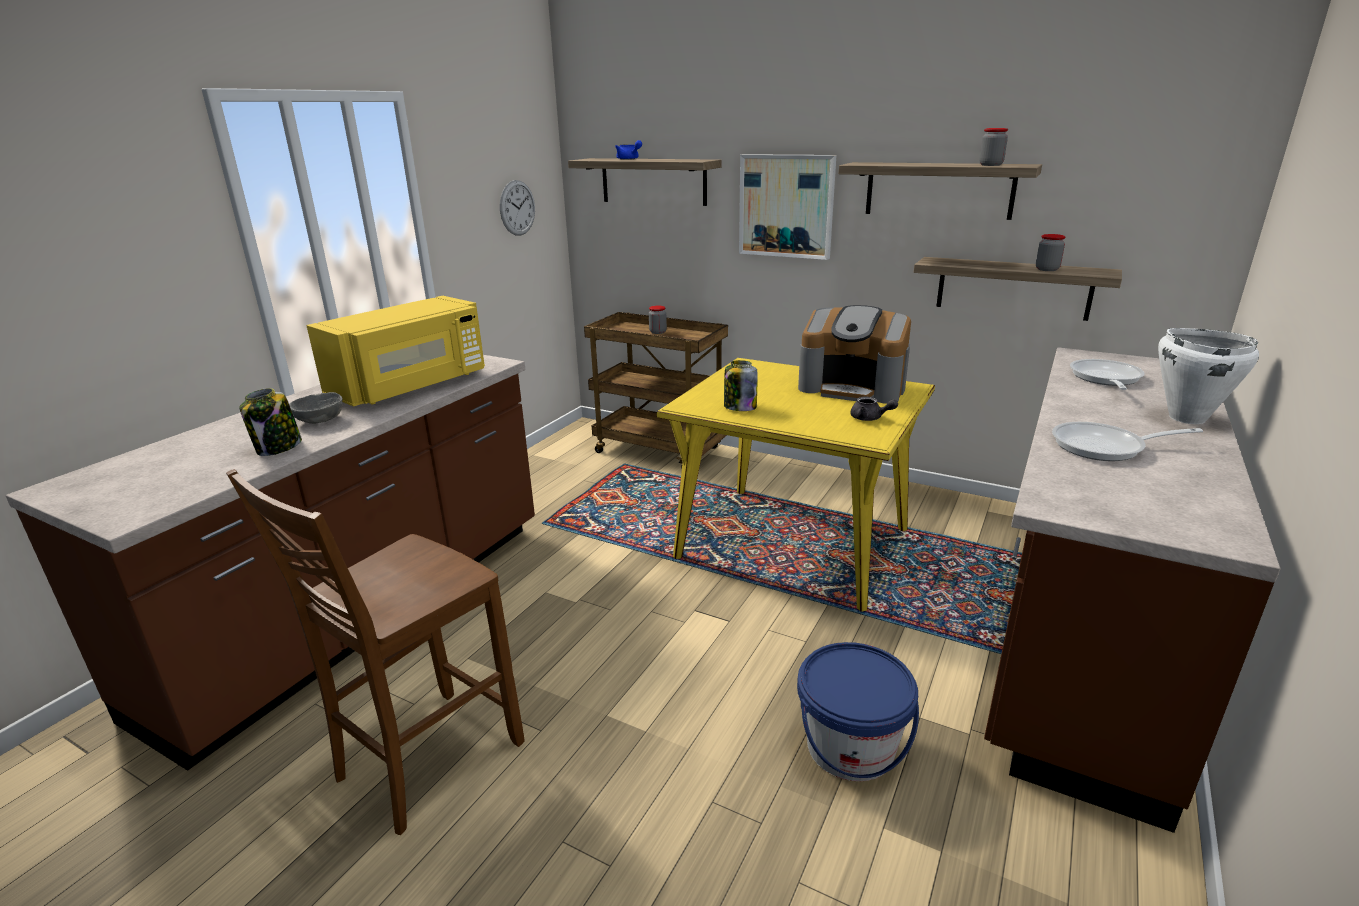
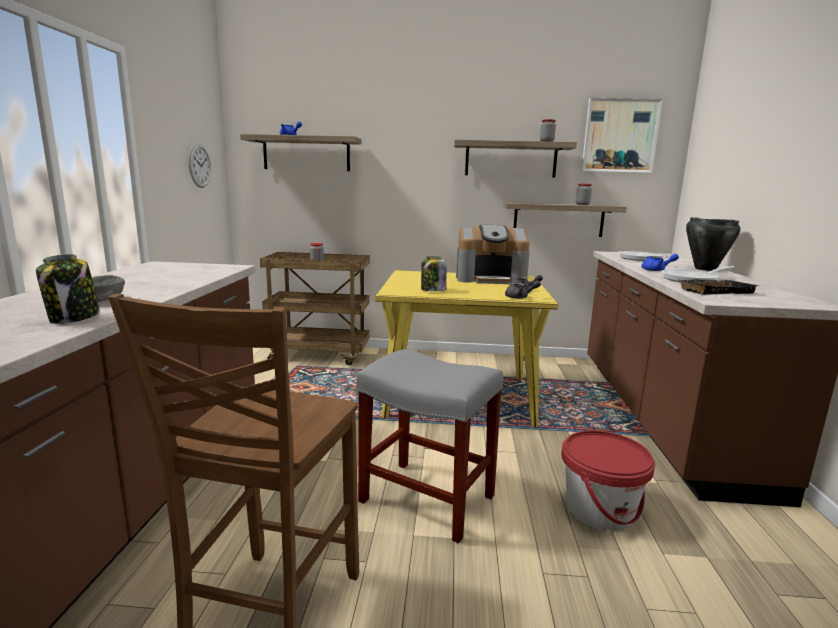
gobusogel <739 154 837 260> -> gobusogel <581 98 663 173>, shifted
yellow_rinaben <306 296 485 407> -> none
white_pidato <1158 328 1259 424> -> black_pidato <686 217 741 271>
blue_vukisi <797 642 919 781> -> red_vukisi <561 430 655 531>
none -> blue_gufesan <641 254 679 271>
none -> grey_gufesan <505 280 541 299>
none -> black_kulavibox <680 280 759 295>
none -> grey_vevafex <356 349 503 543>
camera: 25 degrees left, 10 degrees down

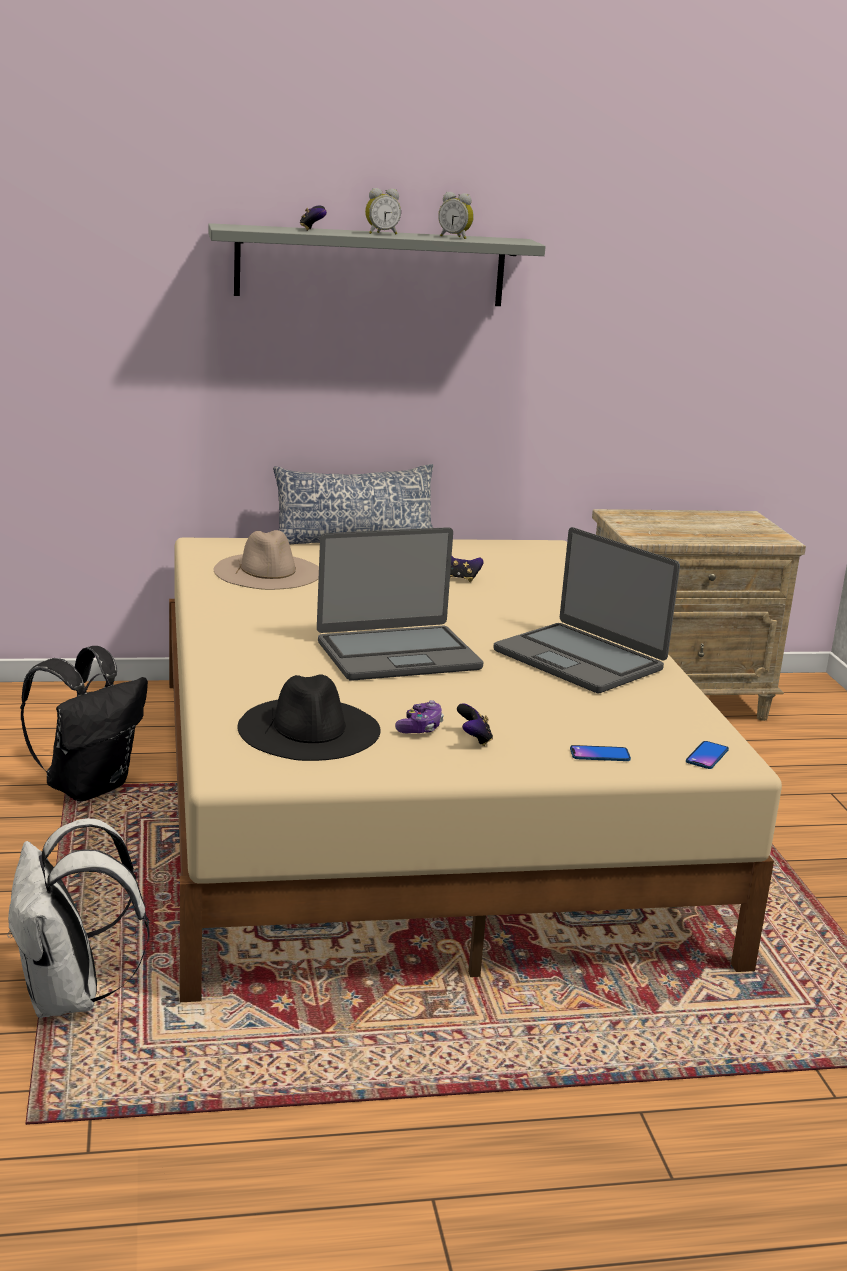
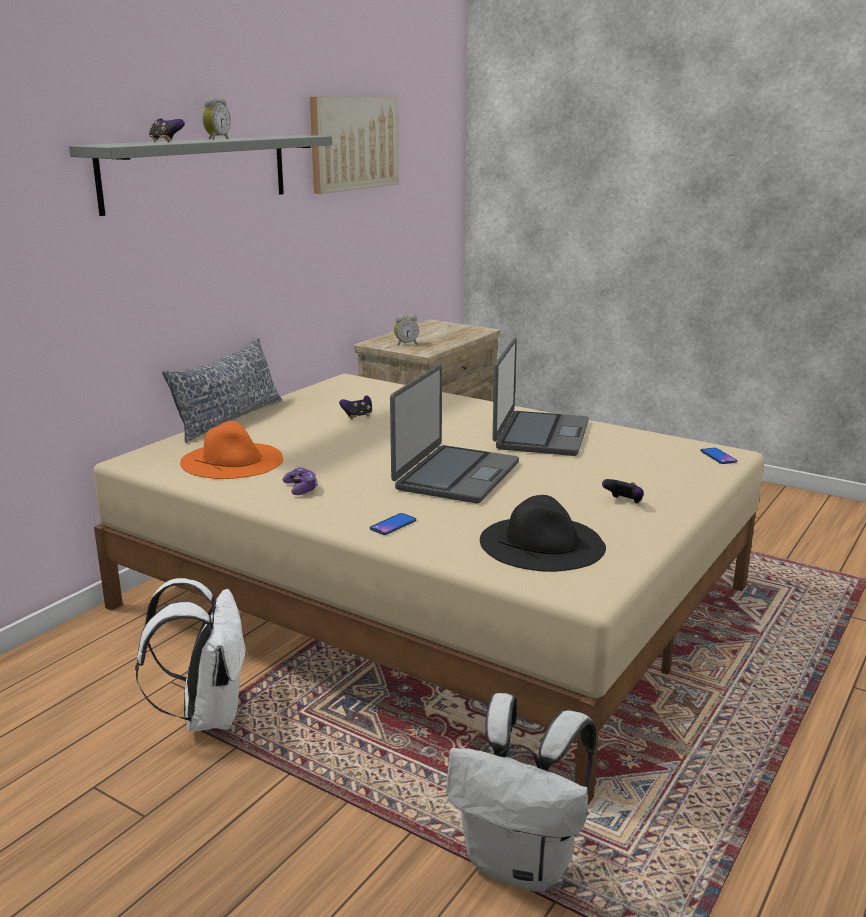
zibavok <438 192 474 239> -> zibavok <394 314 419 346>, shifted
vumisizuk <494 527 680 693> -> vumisizuk <492 337 589 456>, 75 degrees counterclockwise
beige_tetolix <214 530 319 590> -> orange_tetolix <180 421 283 479>
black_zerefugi <20 646 148 801> -> white_zerefugi <135 578 248 731>
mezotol <395 700 444 734> -> mezotol <283 466 318 495>, shifted
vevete <570 745 631 761> -> vevete <370 513 416 535>, shifted
none -> gobusogel <310 97 399 194>
camera: 45 degrees left, 0 degrees up

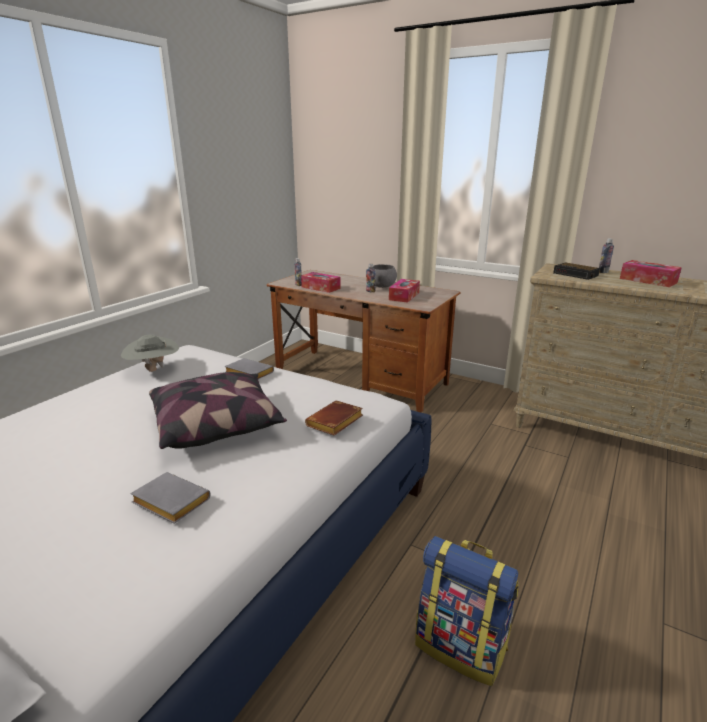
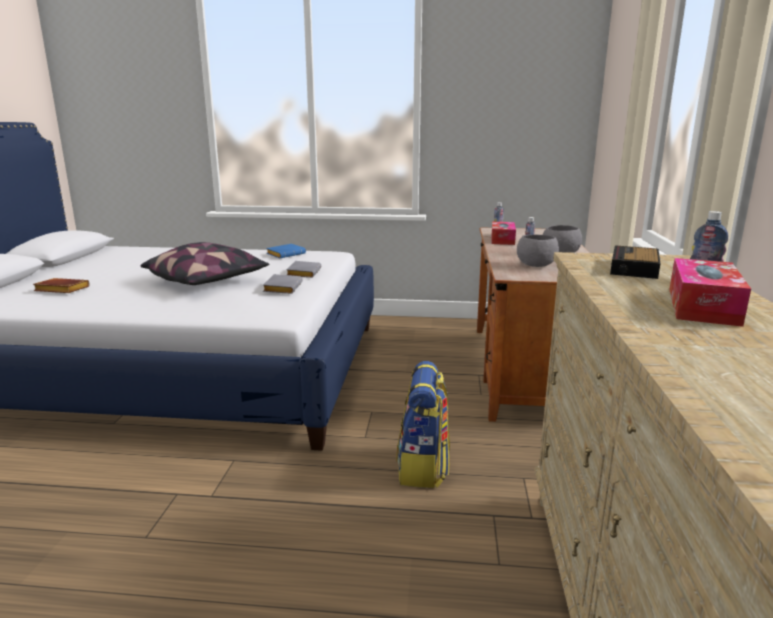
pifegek <389 279 420 303> -> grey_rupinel <517 234 559 267>
grey_tetolix <121 335 179 372> -> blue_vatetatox <266 244 306 258>
brown_vatetatox <305 400 363 435> -> brown_vatetatox <33 278 89 293>, shifted
grey_vatetatox <130 472 210 524> -> grey_vatetatox <263 274 302 294>, shifted
zerefugi <415 536 519 686> -> zerefugi <396 361 450 488>, shifted
camera: 65 degrees right, 5 degrees down

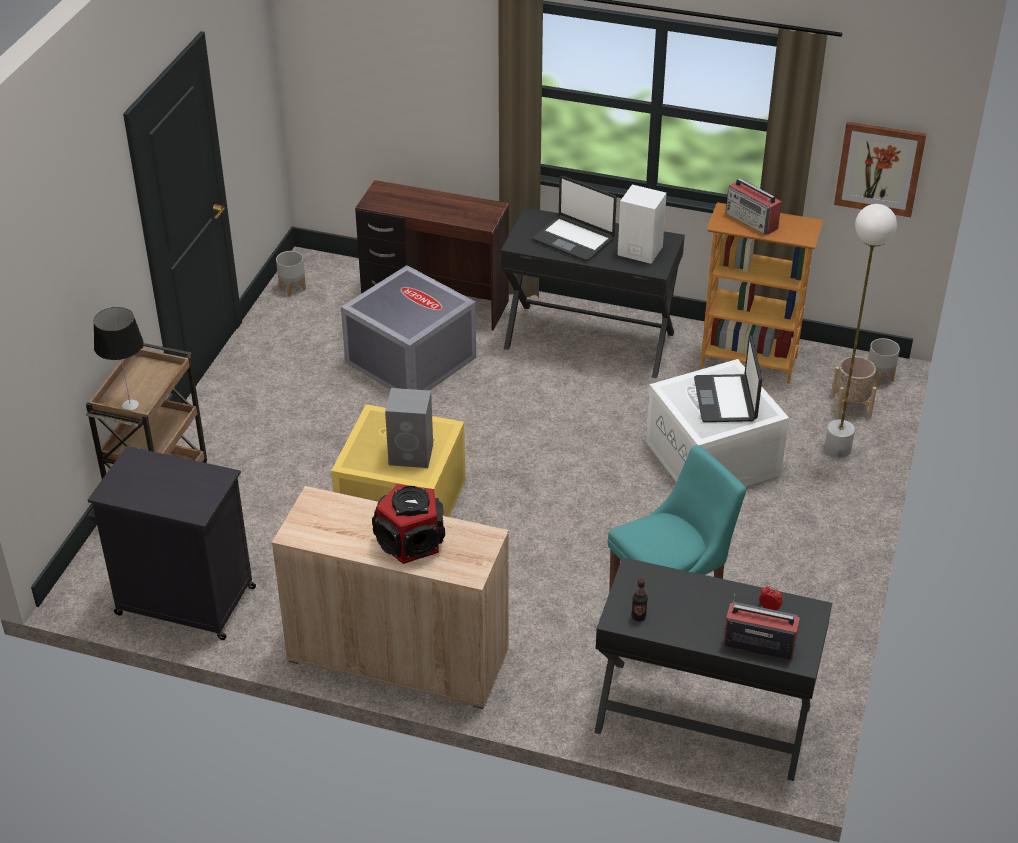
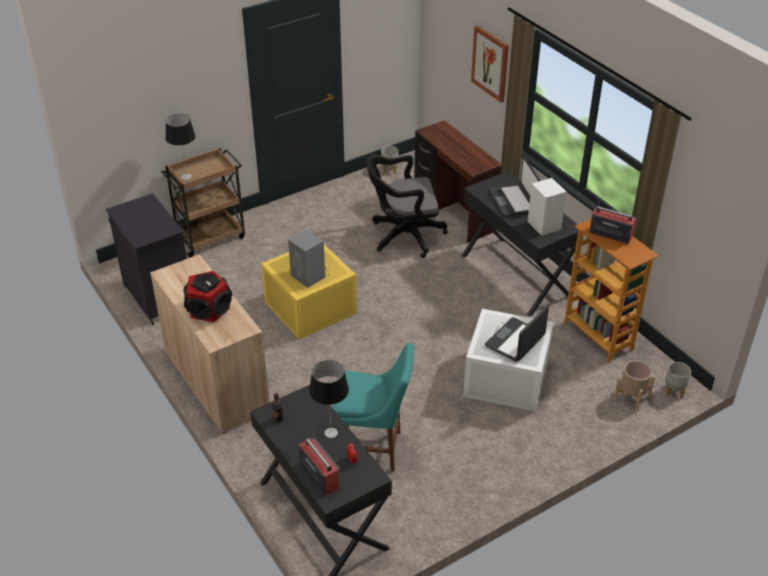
gobusogel <834 121 927 217> -> gobusogel <471 26 509 103>, shifted
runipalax <726 178 782 235> -> runipalax <589 202 636 244>, 120 degrees clockwise
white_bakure <824 204 897 458> -> none
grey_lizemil <341 265 476 391> -> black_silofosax <366 154 448 258>
none -> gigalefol <309 360 349 438>
camera: 40 degrees right, 0 degrees up

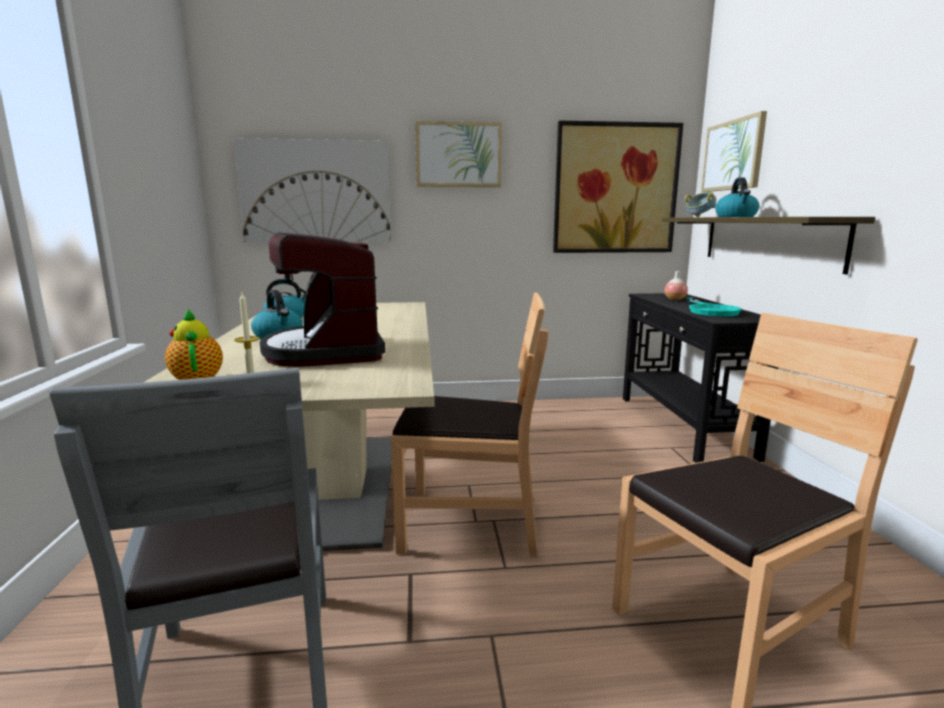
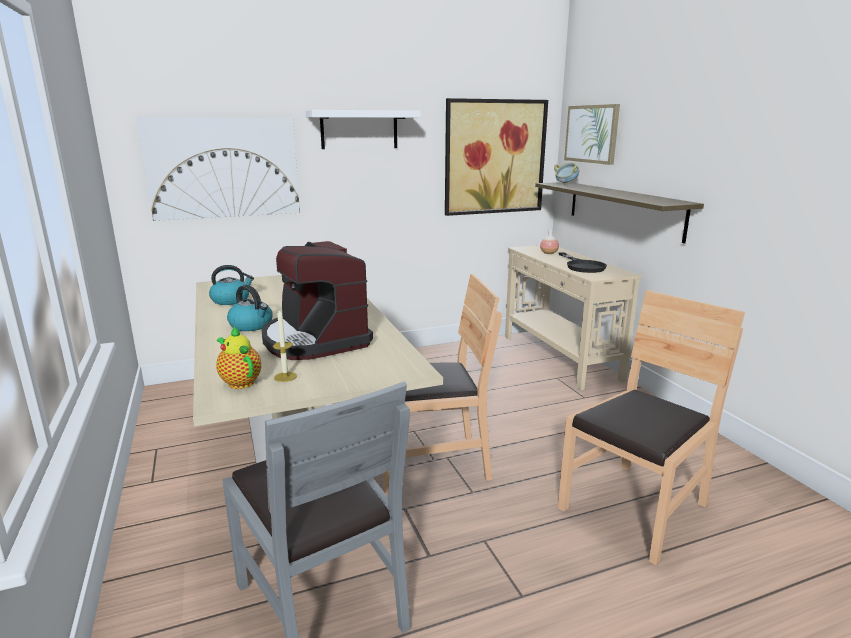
gobusogel <415 121 502 187> -> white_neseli <306 110 421 149>
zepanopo <715 177 759 217> -> none
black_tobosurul <623 293 778 463> -> beige_tobosurul <505 245 642 390>
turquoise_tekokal <686 298 741 317> -> black_tekokal <559 252 607 273>
camera: 15 degrees left, 5 degrees up

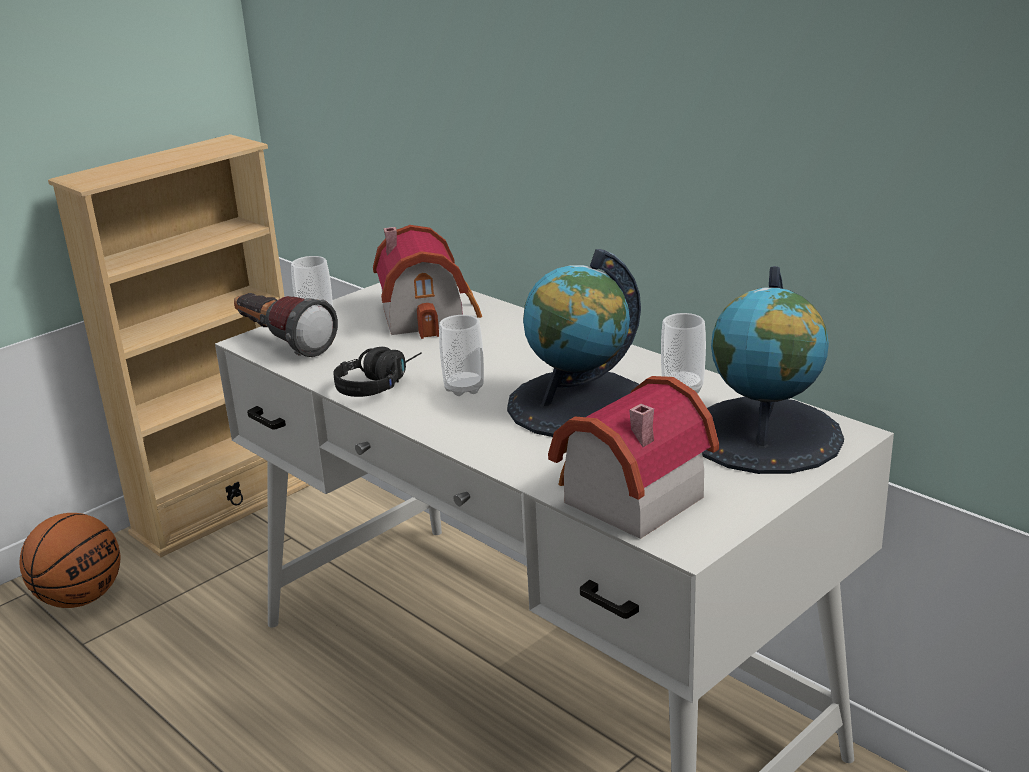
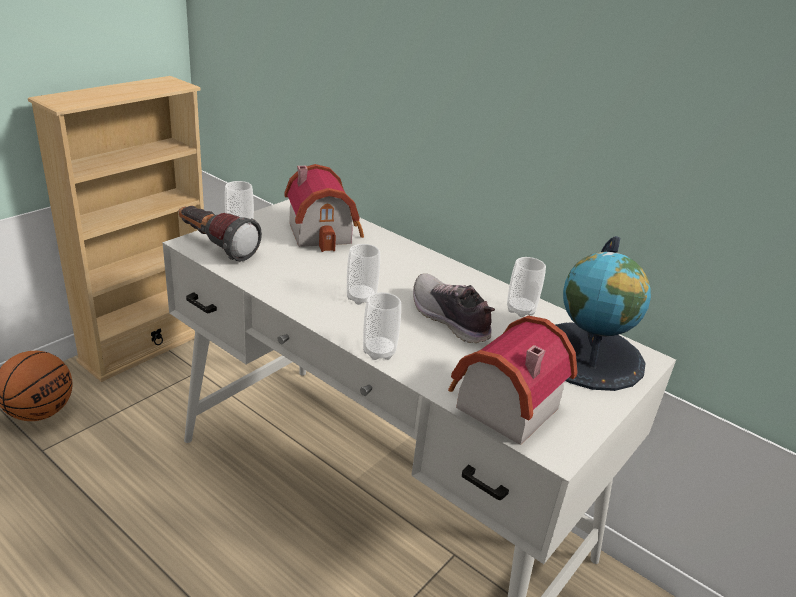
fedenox <507 249 641 437> -> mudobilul <413 273 495 343>
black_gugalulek <334 346 422 397> -> none
none -> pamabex <363 292 401 360>
camera: 10 degrees left, 5 degrees up

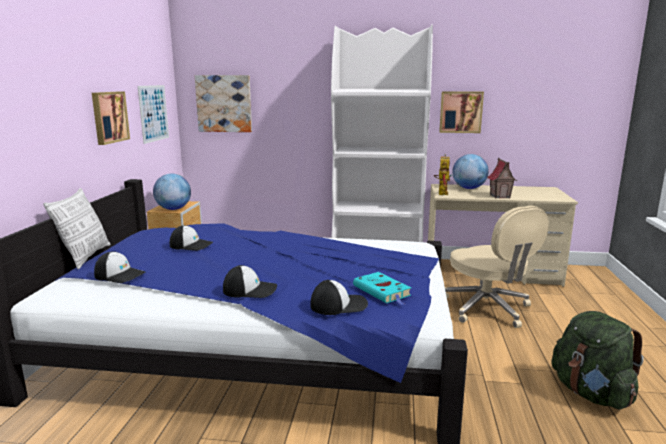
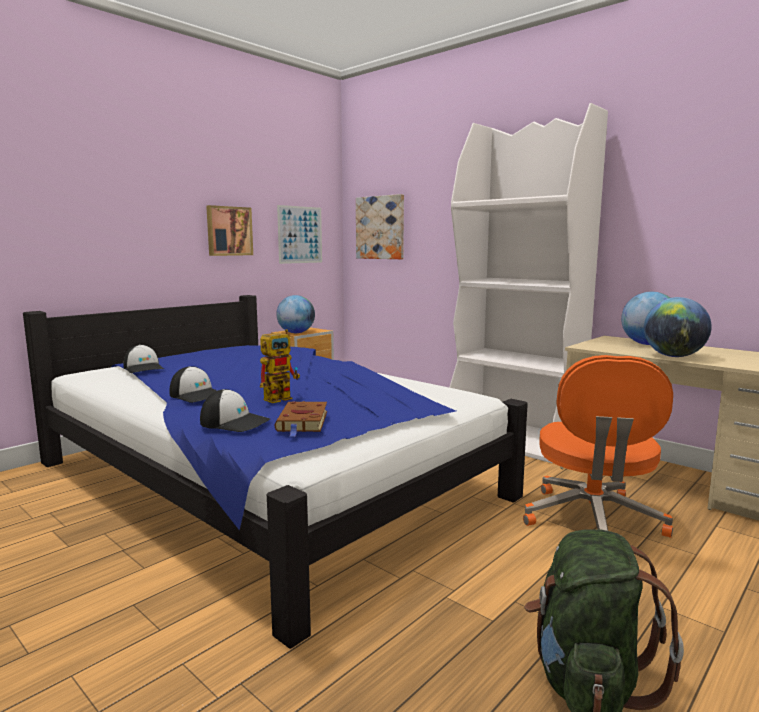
gobusogel <439 91 484 133> -> none
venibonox <434 154 452 195> -> venibonox <260 329 300 403>, shifted
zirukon <487 158 517 198> -> fedenox <644 297 712 357>
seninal <43 188 111 269> -> none
beige_silofosax <445 206 549 328> -> orange_silofosax <523 355 673 538>
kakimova <170 225 213 251> -> none
turquoise_vatetatox <353 272 411 305> -> brown_vatetatox <275 401 327 437>
camera: 35 degrees right, 5 degrees down

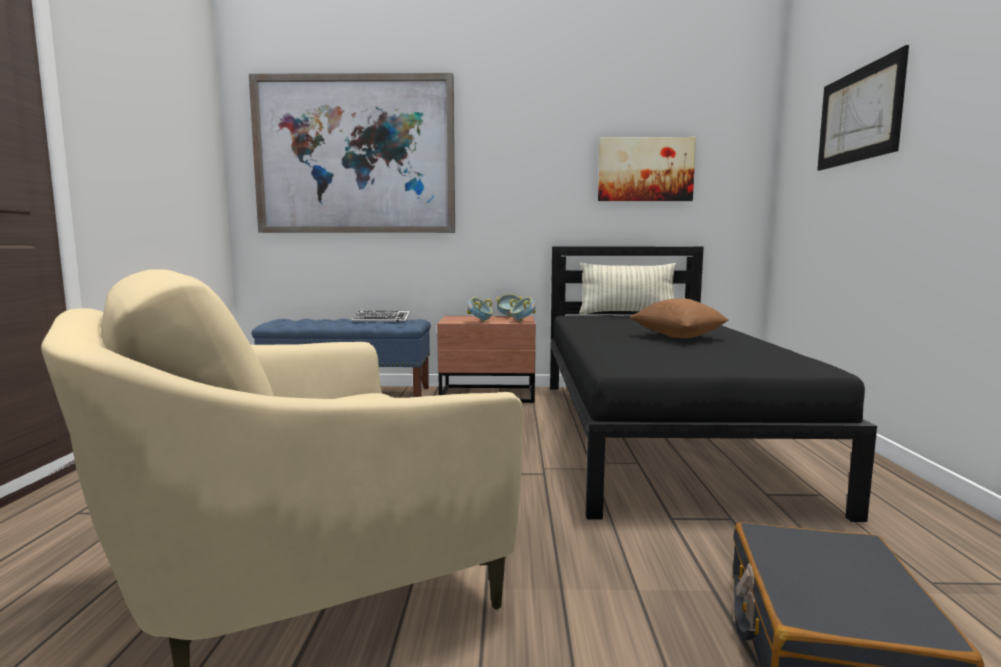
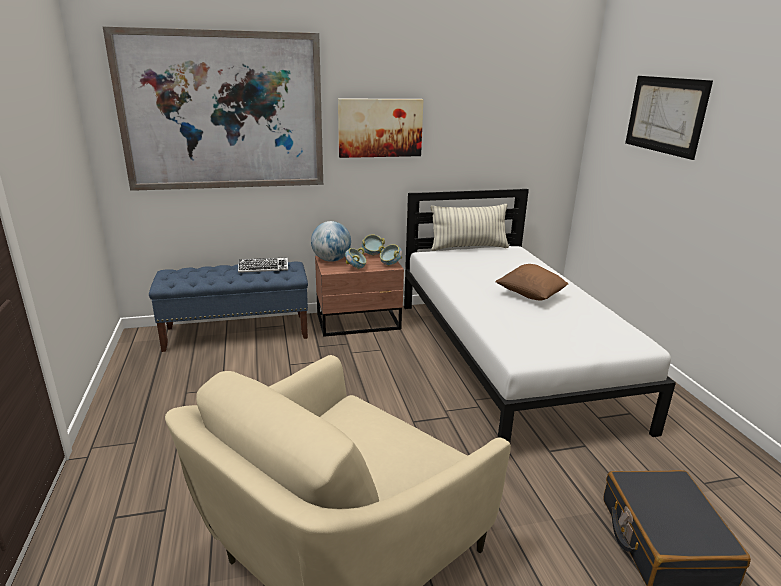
gobusogel <598 137 696 201> -> gobusogel <338 99 424 158>, shifted
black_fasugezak <550 246 877 522> -> white_fasugezak <404 189 676 443>
none -> fedenox <311 221 351 262>
camera: 15 degrees left, 15 degrees up

